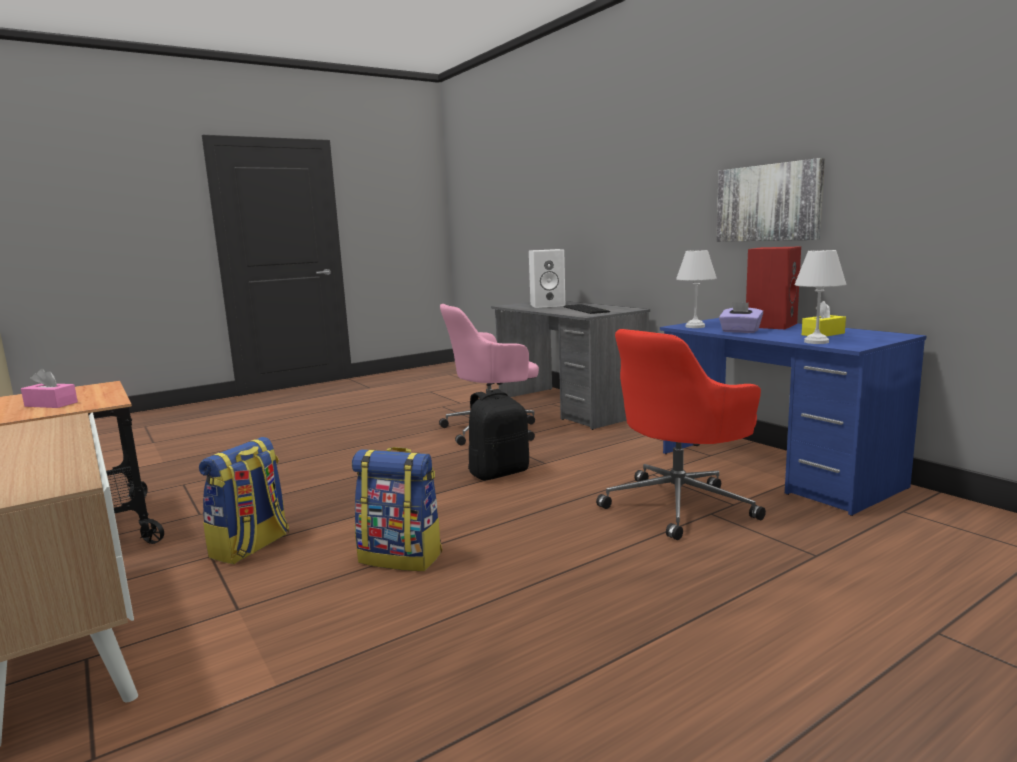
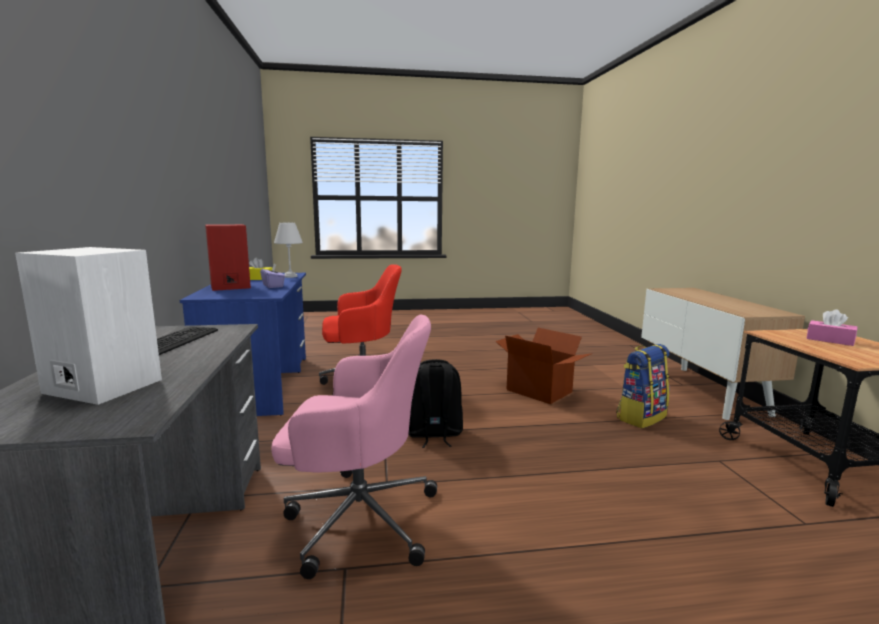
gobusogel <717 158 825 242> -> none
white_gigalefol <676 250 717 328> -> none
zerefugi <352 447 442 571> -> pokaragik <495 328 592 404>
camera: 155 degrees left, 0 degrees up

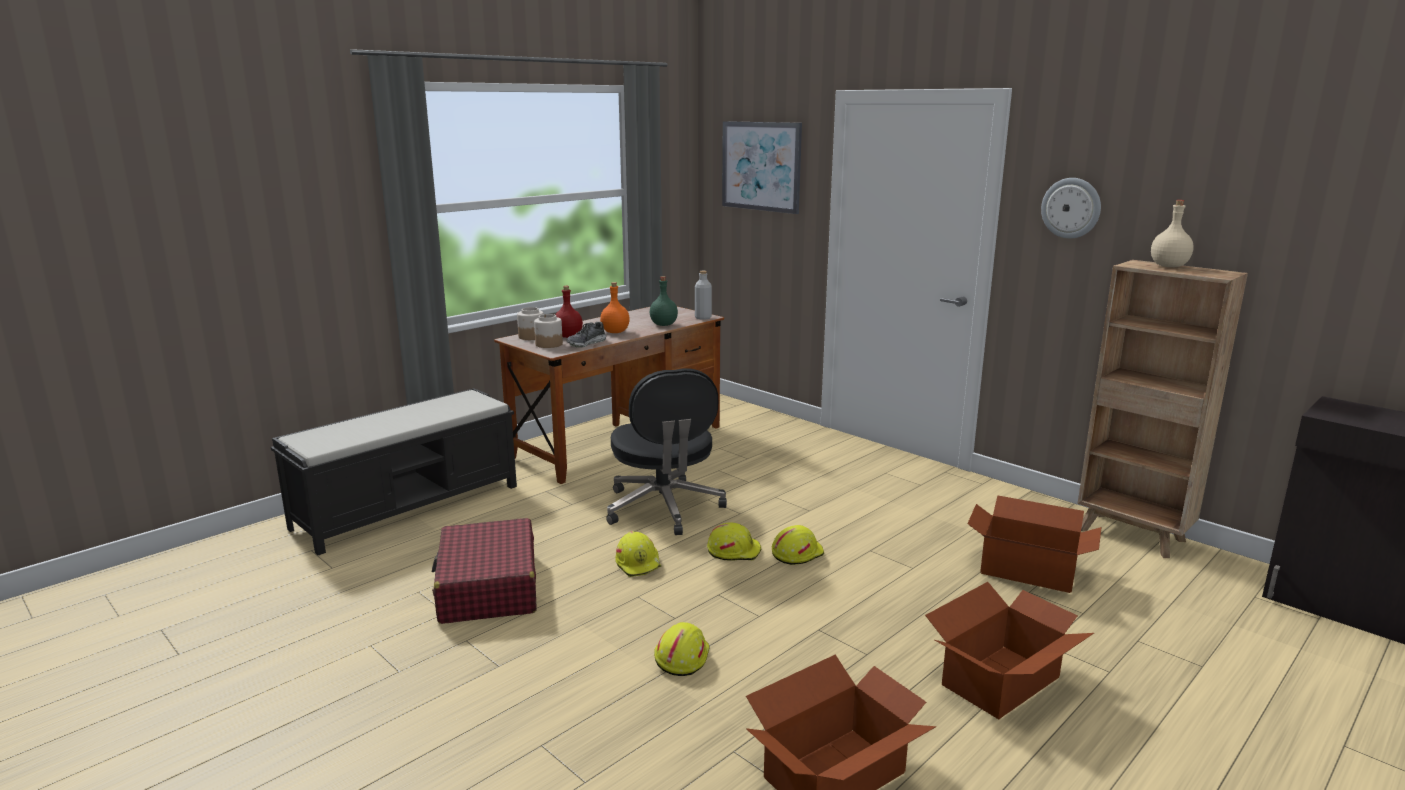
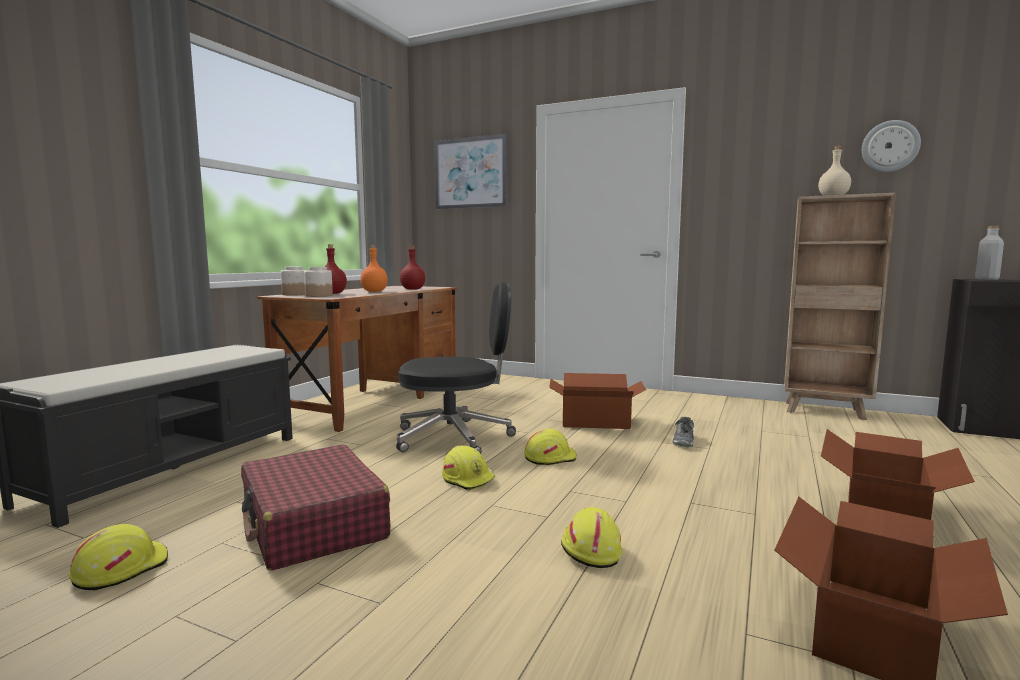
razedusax <1041 178 1101 239> -> razedusax <862 120 921 172>, shifted
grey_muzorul <695 271 712 320> -> grey_muzorul <975 226 1004 280>, shifted
green_muzorul <650 276 678 326> -> red_muzorul <400 246 425 290>
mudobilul <567 322 606 348> -> mudobilul <672 417 694 447>, shifted
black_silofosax <606 368 727 535> -> black_silofosax <396 282 516 454>, 60 degrees counterclockwise
pokaragik <967 495 1102 593> -> pokaragik <549 373 646 429>, shifted
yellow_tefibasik <772 525 824 565> -> yellow_tefibasik <69 524 168 590>, shifted
camera: 20 degrees left, 10 degrees down

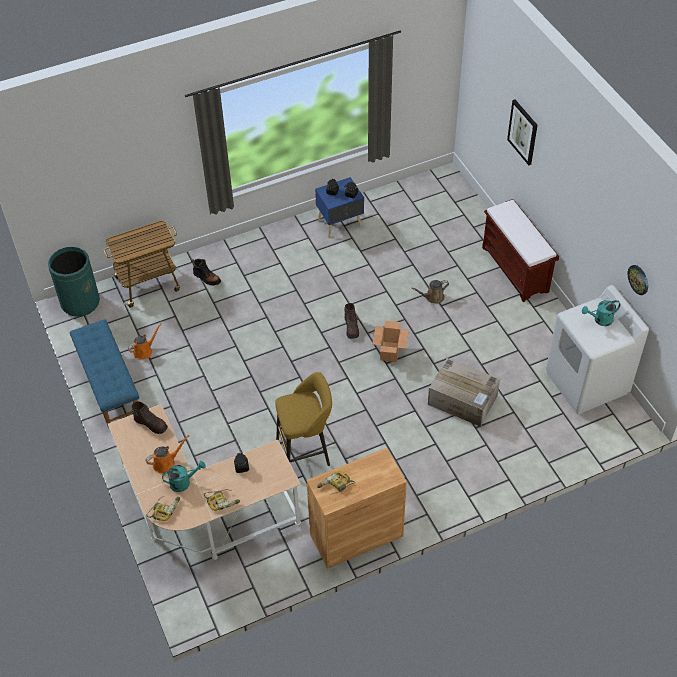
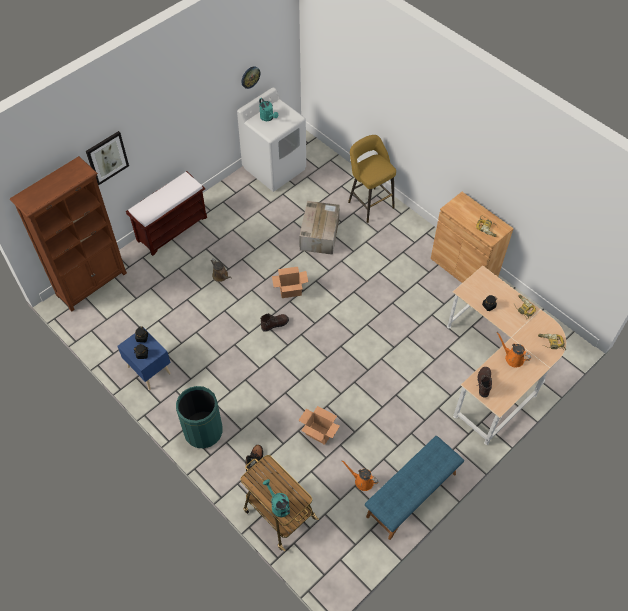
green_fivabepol <48 247 100 317> -> green_fivabepol <176 386 223 448>, shifted
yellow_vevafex <275 372 332 466> -> yellow_vevafex <348 135 396 223>, shifted
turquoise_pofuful <162 461 206 492> -> turquoise_pofuful <263 479 290 517>, shifted
none -> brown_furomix <10 156 127 312>
none -> pokaragik <298 406 340 445>
camera: 110 degrees left, 5 degrees up

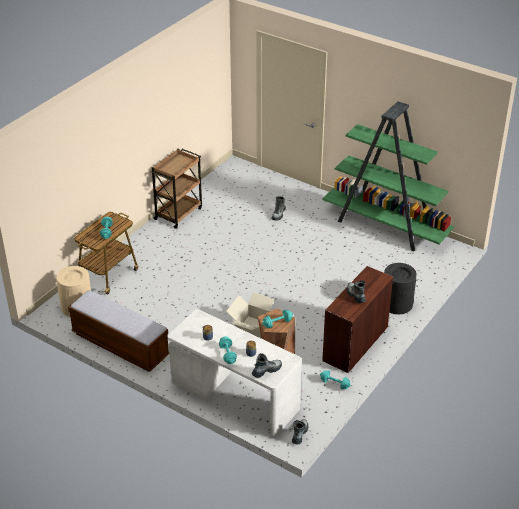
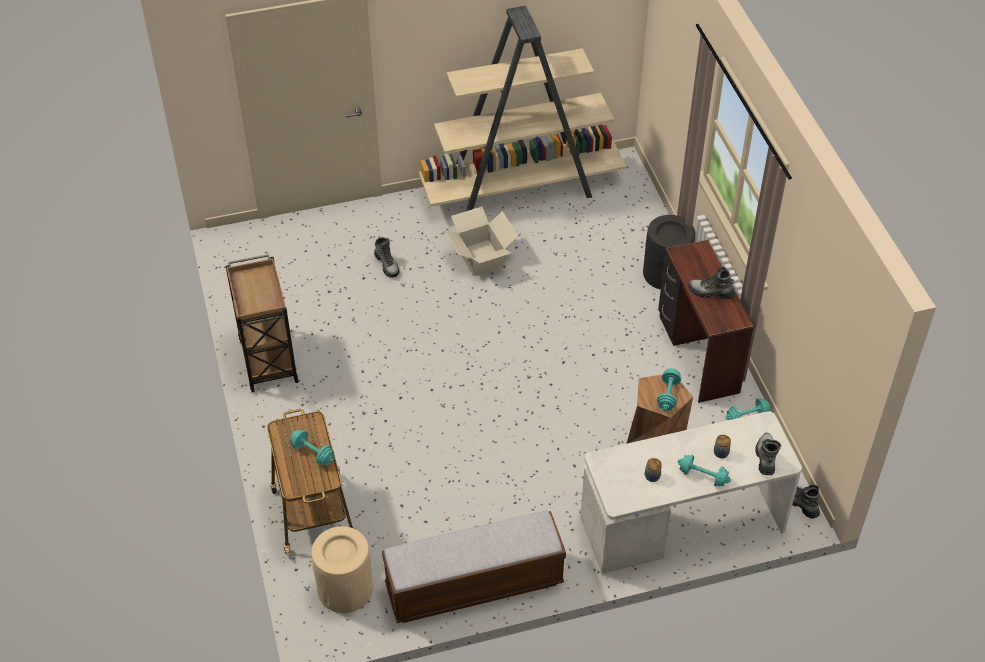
green_furomix <323 102 454 251> -> beige_furomix <419 6 626 211>
pokaragik <226 292 279 337> -> pokaragik <444 207 519 276>, shifted
camera: 50 degrees left, 10 degrees up

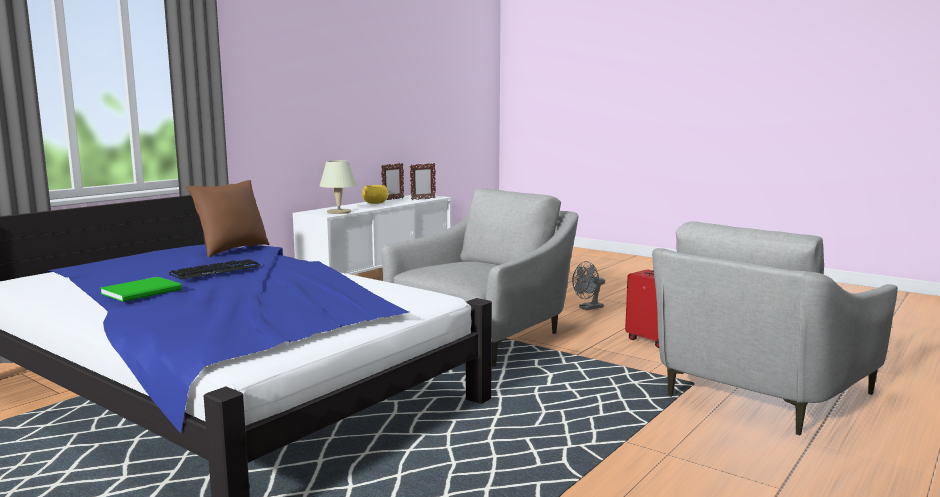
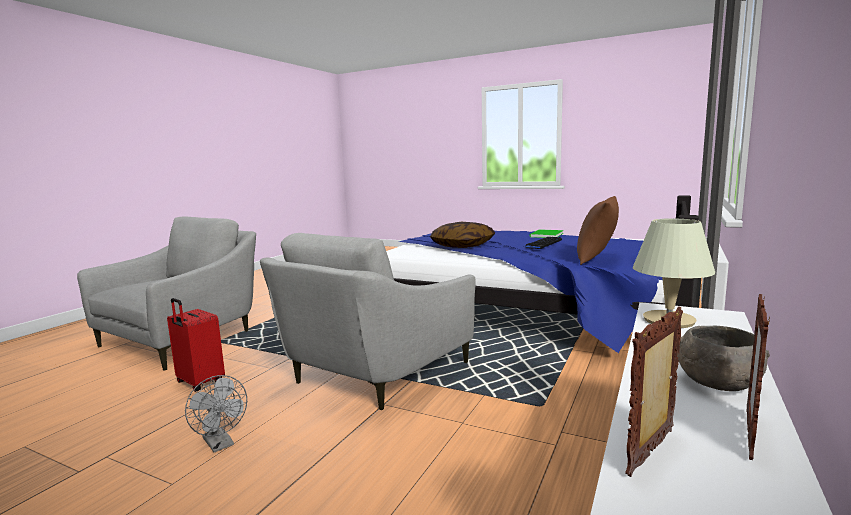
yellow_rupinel <362 185 389 204> -> grey_rupinel <677 325 770 391>
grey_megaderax <572 261 605 310> -> grey_megaderax <185 375 247 453>, 90 degrees clockwise
none -> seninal <430 222 495 248>
camera: 170 degrees right, 0 degrees up

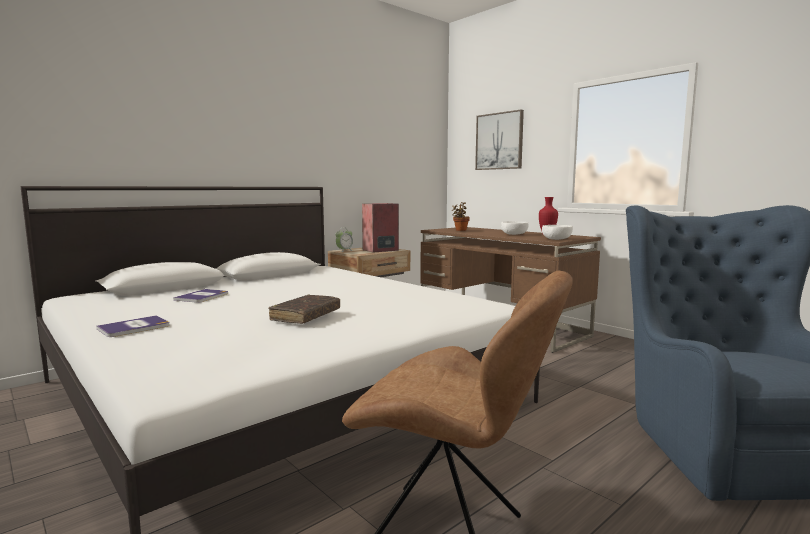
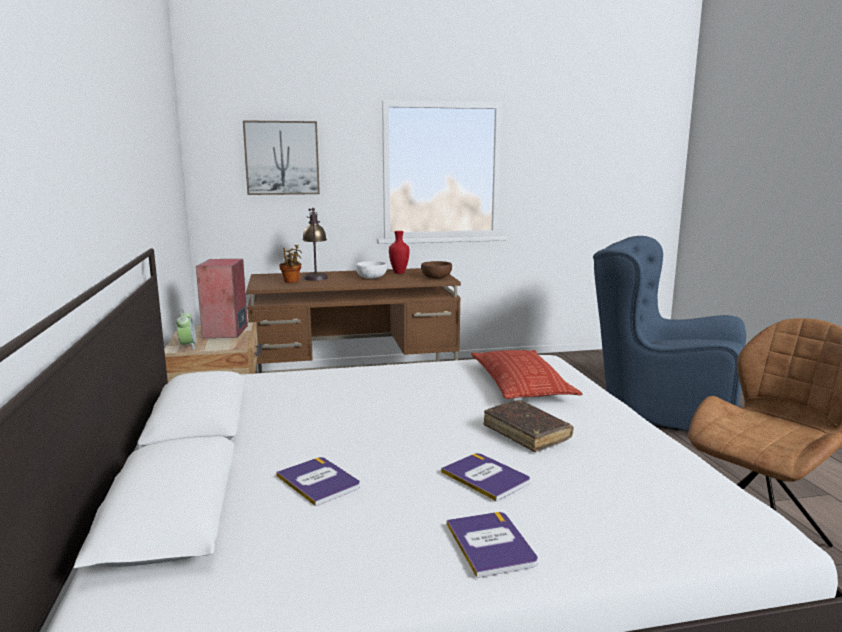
white_rupinel <542 225 573 240> -> brown_rupinel <421 261 452 279>
none -> gigalefol <302 208 328 281>
none -> seninal <471 350 582 399>
none -> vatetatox <441 453 530 501>
camera: 60 degrees left, 5 degrees up

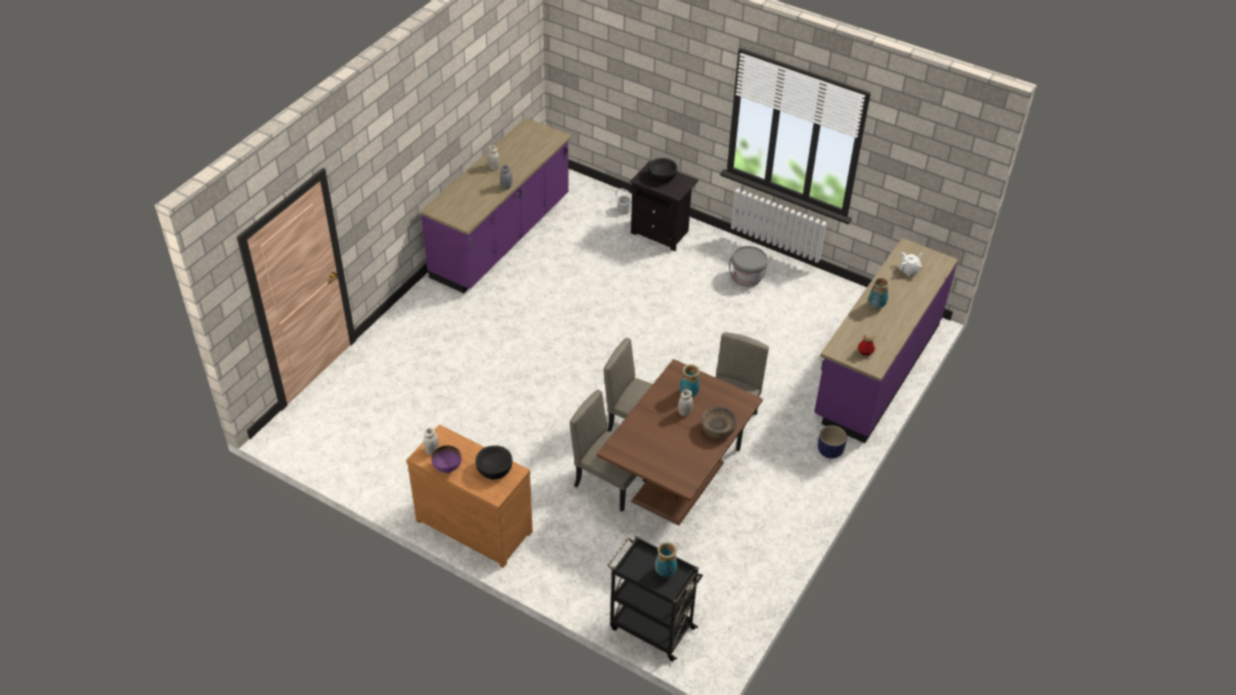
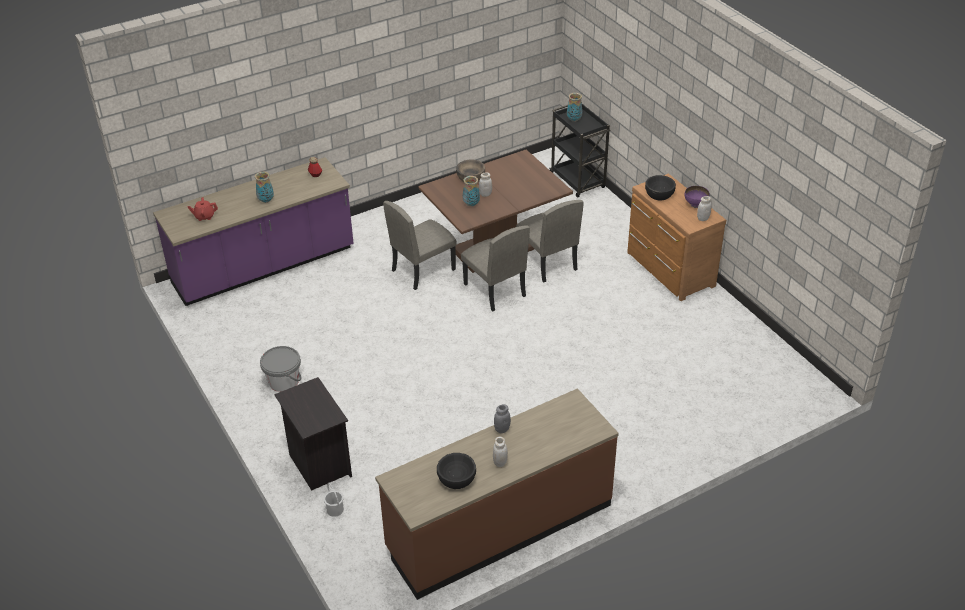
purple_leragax <420 118 571 293> -> brown_leragax <375 388 619 600>
black_rupinel <648 158 677 183> -> black_rupinel <437 453 476 489>, shifted
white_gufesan <899 252 922 276> -> red_gufesan <188 197 218 221>
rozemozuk <818 425 847 459> -> none
camera: 150 degrees left, 5 degrees down

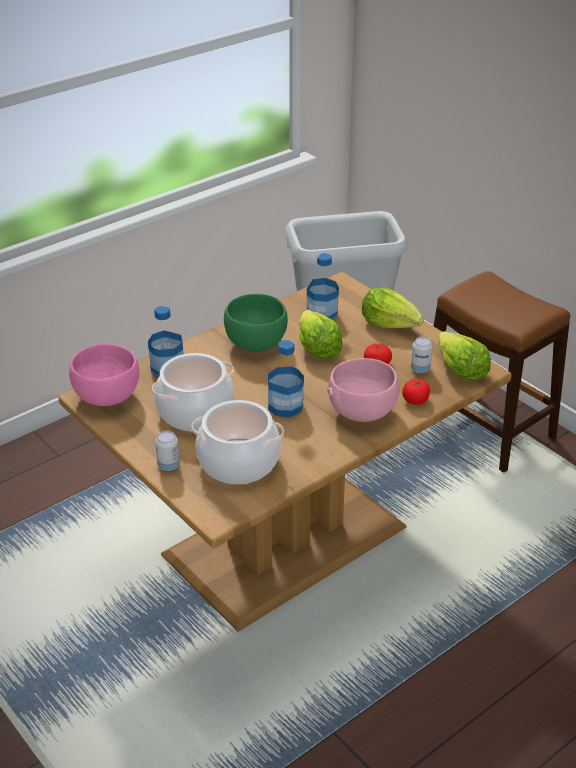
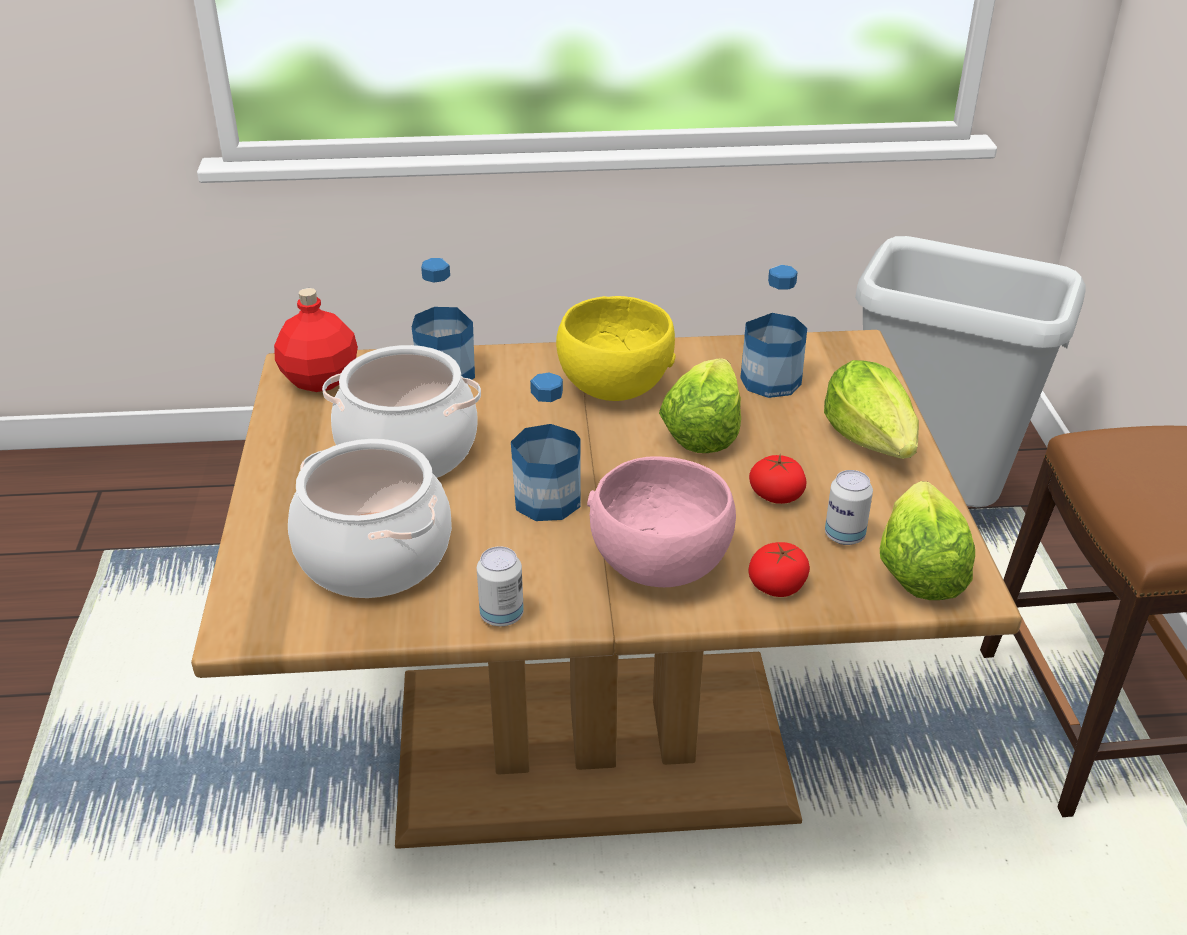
green_rupinel <224 294 288 352> -> yellow_rupinel <556 296 676 401>
pink_rupinel <69 344 139 406> -> red_muzorul <274 288 358 392>
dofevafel <155 431 180 471> -> dofevafel <477 546 524 626>, shifted
camera: 35 degrees right, 0 degrees up

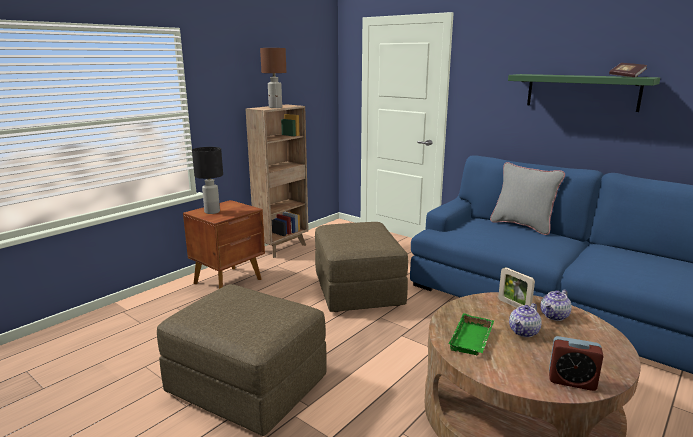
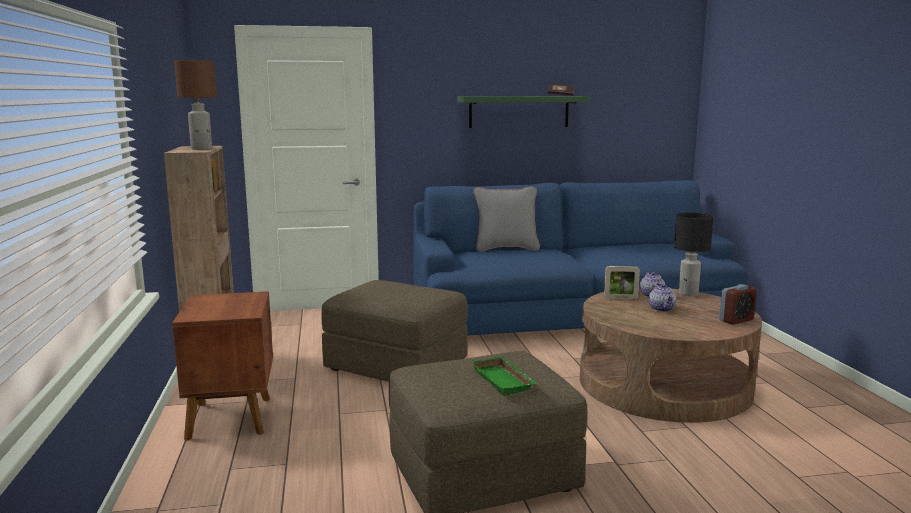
black_gigalefol <192 147 223 214> -> black_gigalefol <674 213 713 296>, shifted
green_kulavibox <448 313 494 355> -> green_kulavibox <471 356 538 396>, shifted
camera: 50 degrees left, 5 degrees down

